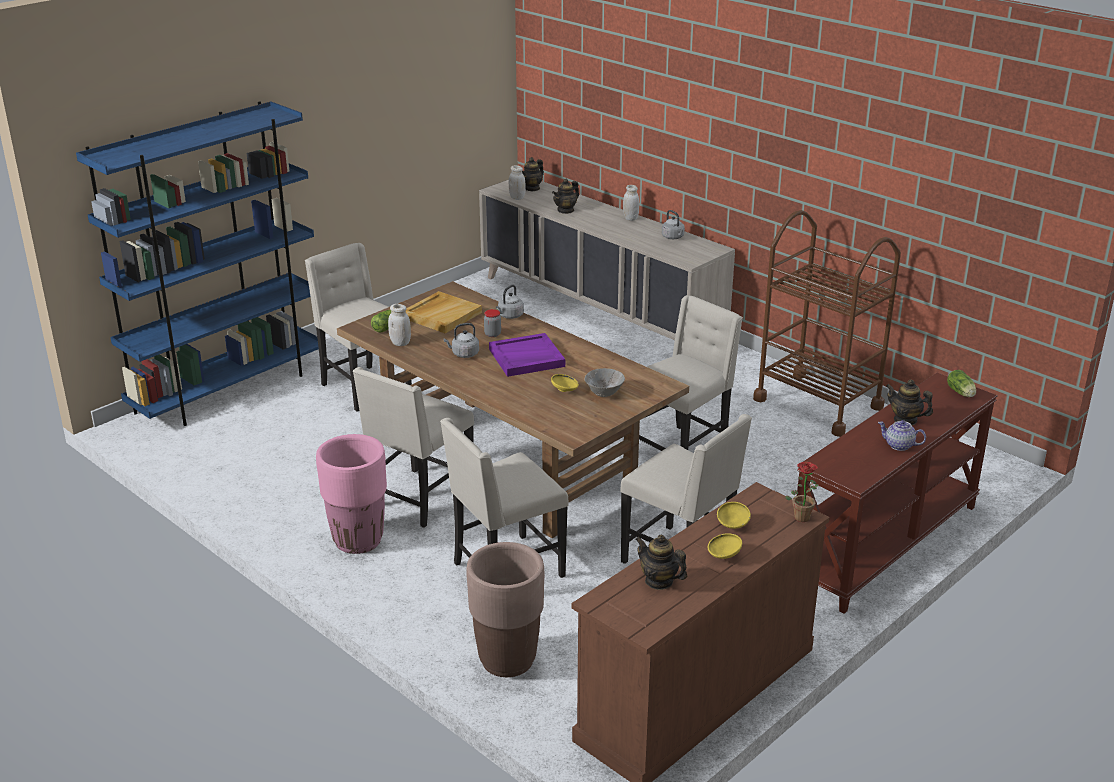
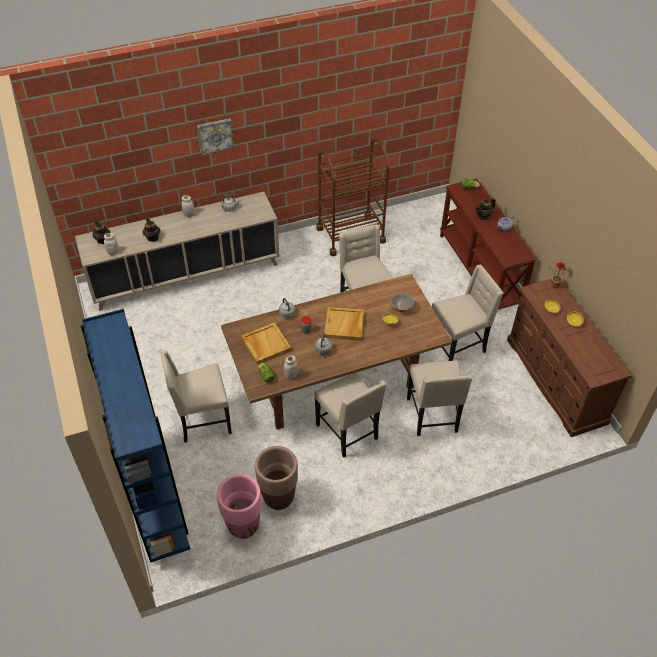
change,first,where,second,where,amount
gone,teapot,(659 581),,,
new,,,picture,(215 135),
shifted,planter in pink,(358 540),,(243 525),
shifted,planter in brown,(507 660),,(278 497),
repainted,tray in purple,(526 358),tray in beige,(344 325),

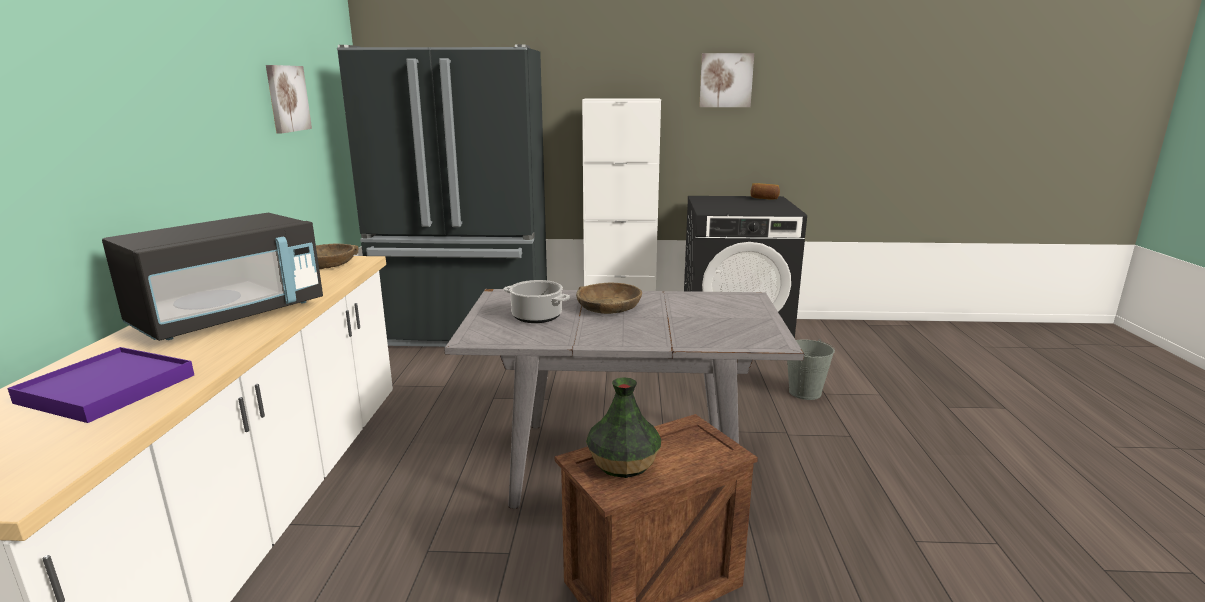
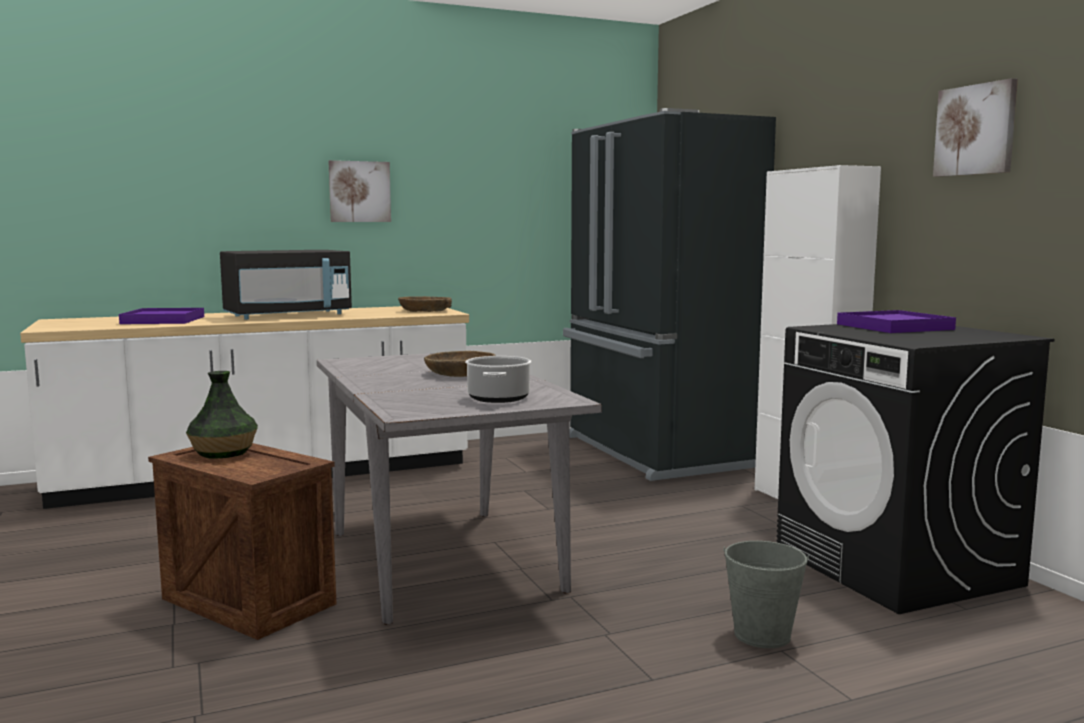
change,first,where,second,where,amount
gone,bread,(764 198),,,
new,,,tray in purple,(894 327),
shifted,picture,(287 98),,(359 191),
shifted,cooking pot,(537 316),,(499 398),
rotated,microwave in black,(230 317),,(288 315),45 degrees counterclockwise

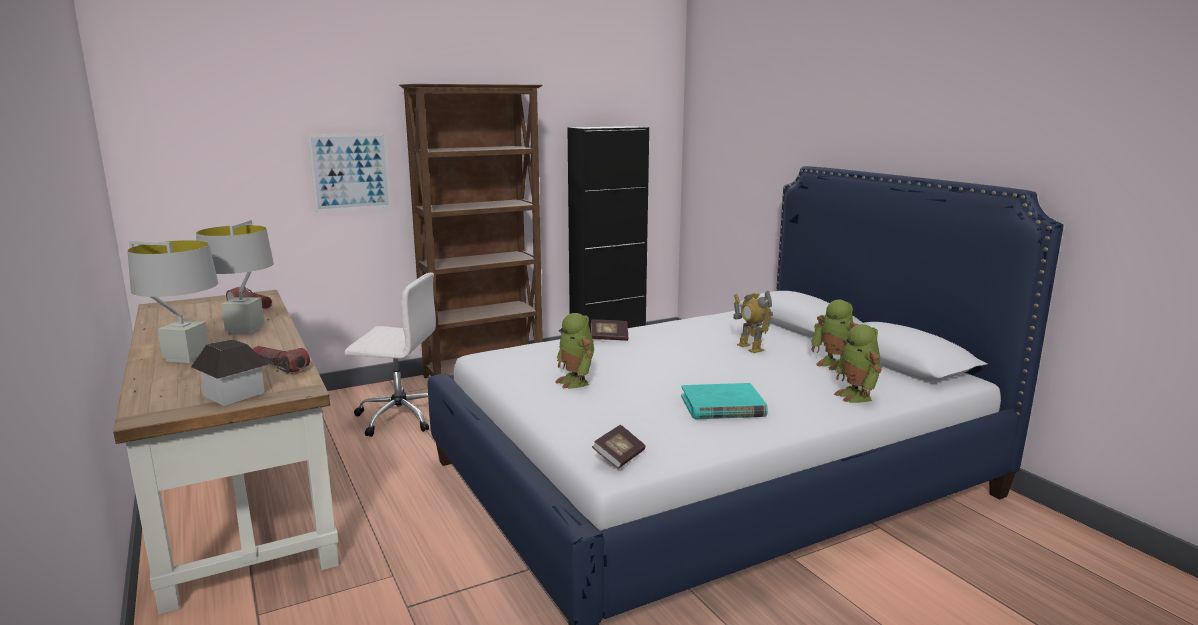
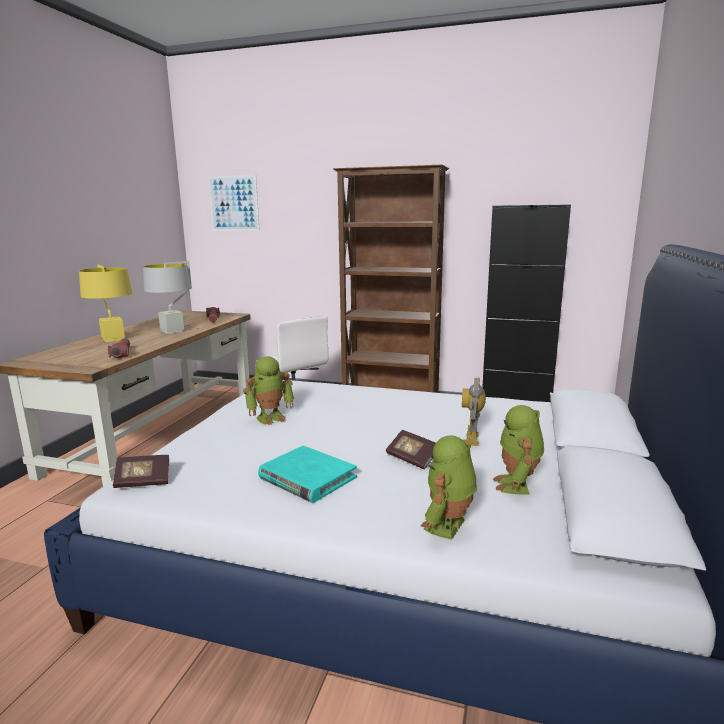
change,first,where,second,where,amount
gone,toy house,(234 394),,,
shifted,picture,(350 172),,(234 203),
shifted,book,(609 338),,(412 458),
repainted,table lamp in grey,(186 357),table lamp in yellow,(113 339),
rotated,toy robot,(576 382),,(270 417),135 degrees counterclockwise

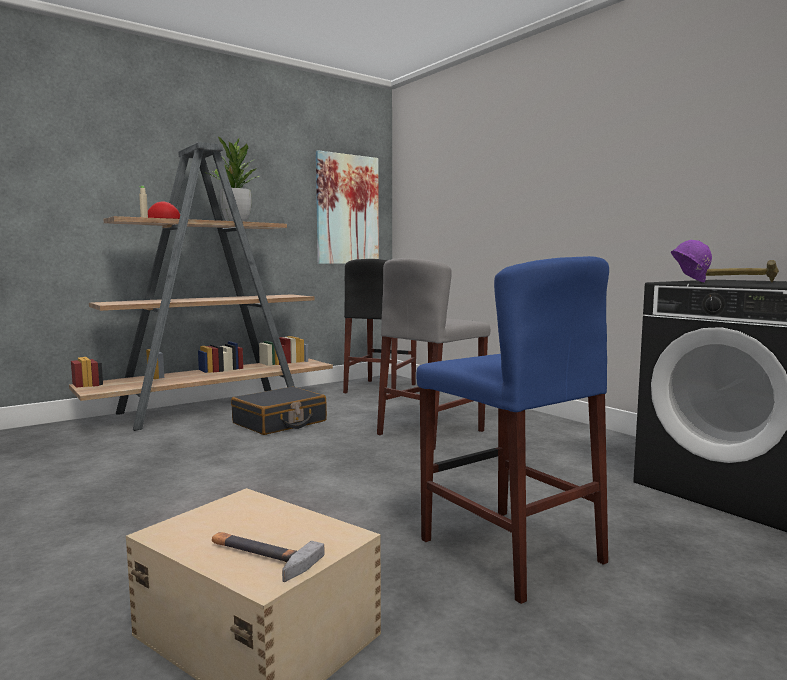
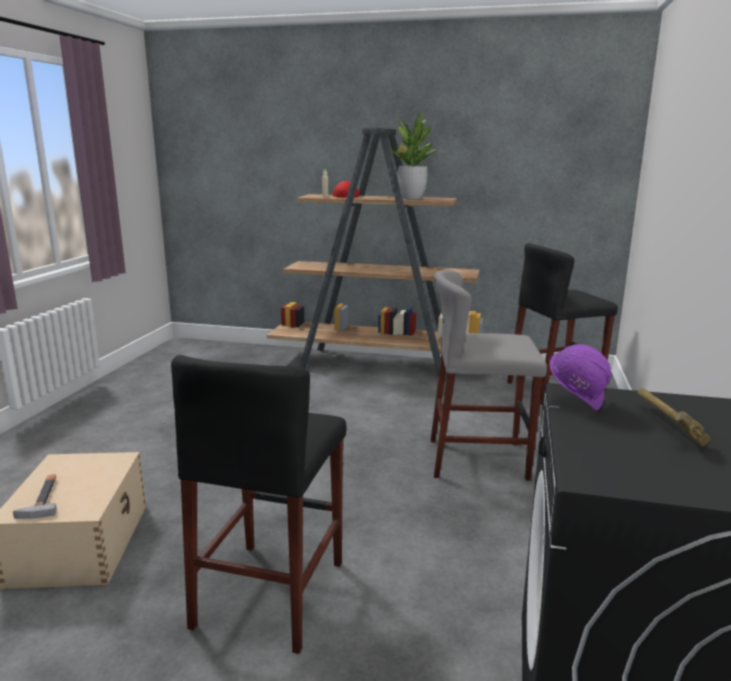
change,first,where,second,where,amount
gone,suitcase in black,(280 423),,,
gone,picture,(347 209),,,
repainted,stool in blue,(510 550),stool in black,(270 593),

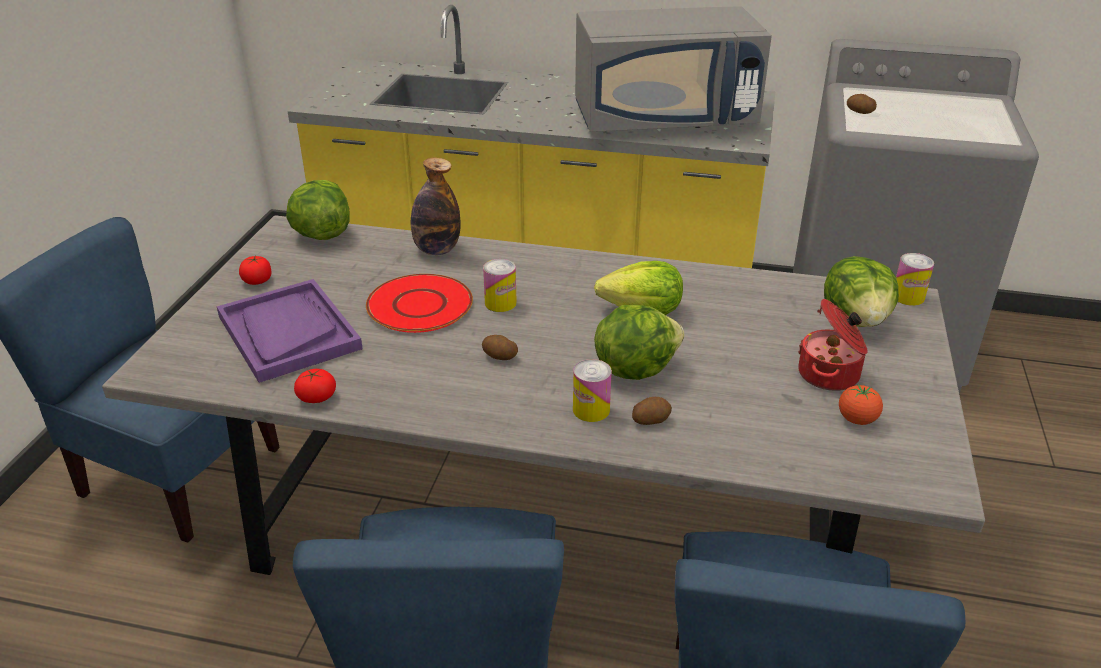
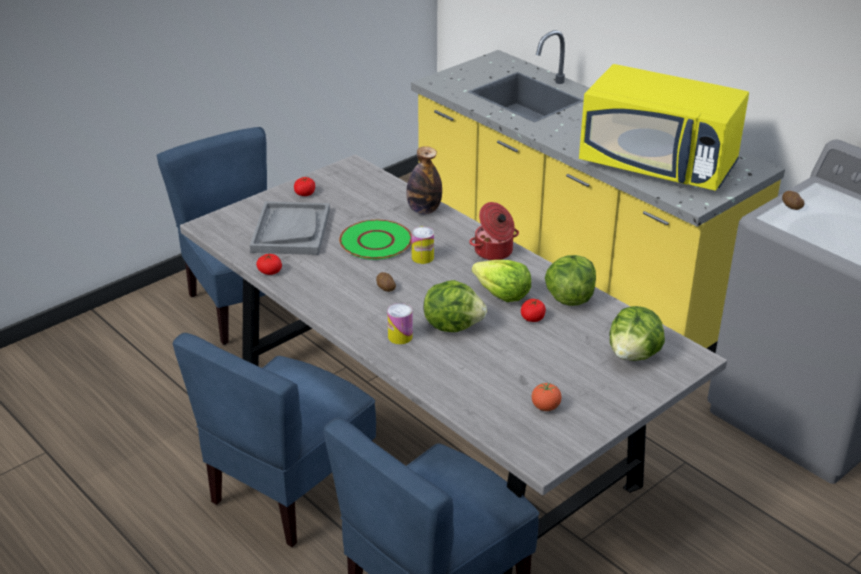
change,first,where,second,where,amount
gone,potato,(650 420),,,
gone,can,(908 297),,,
new,,,tomato,(532 318),
shifted,lettuce,(321 235),,(569 298),
shifted,cooking pot,(830 375),,(494 252),
repainted,tray in purple,(288 332),tray in grey,(291 230),
repainted,plate in red,(420 305),plate in green,(376 241),
repainted,microwave in grey,(665 119),microwave in yellow,(659 165),

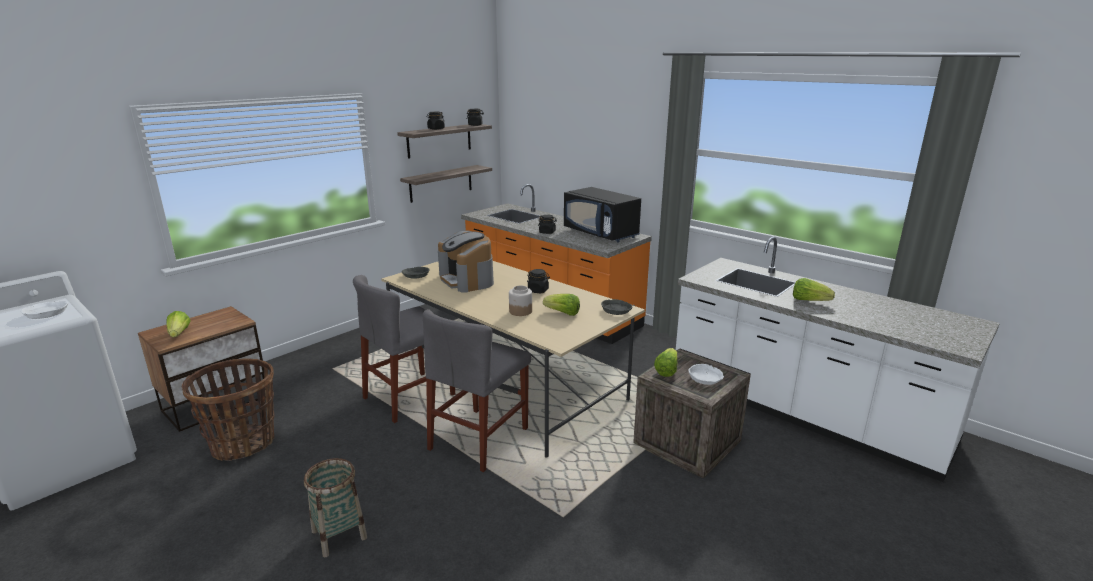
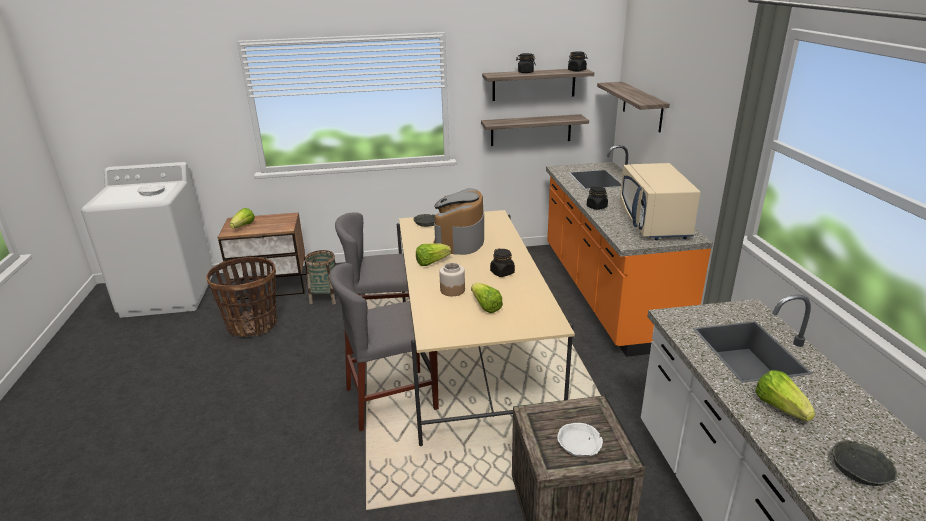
change,first,where,second,where,amount
new,,,shelf,(642 106),
shifted,basket,(339 534),,(325 297),
shifted,bowl in grey,(616 310),,(862 470),
shifted,lettuce,(666 370),,(431 262),
repainted,microwave in black,(601 233),microwave in beige,(654 223),

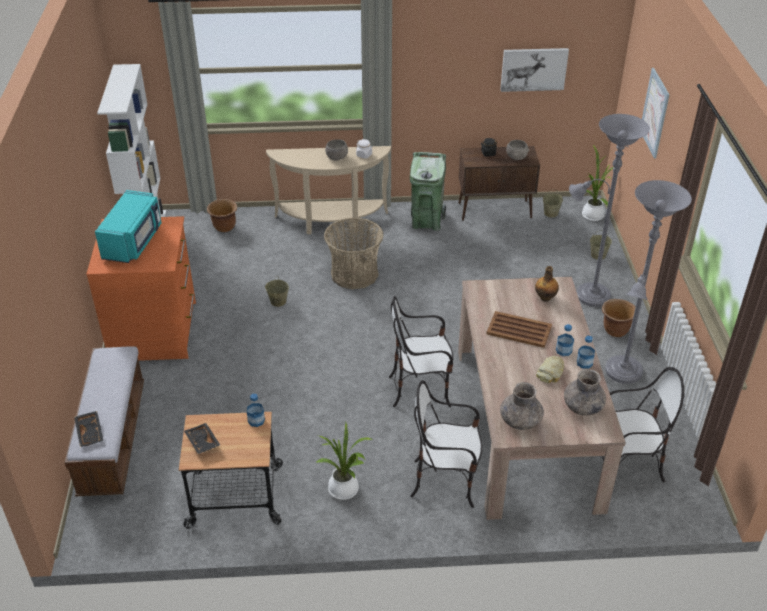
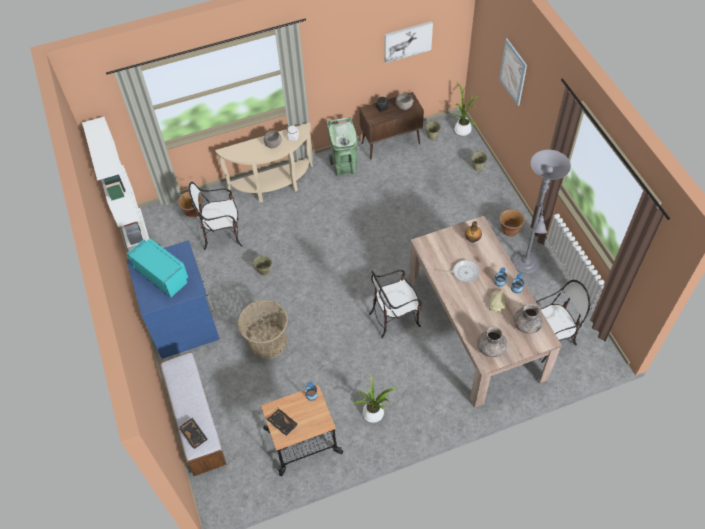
change,first,where,second,where,amount
gone,floor lamp in grey,(588 294),,,
shifted,basket,(354 274),,(267 341),
shifted,chair,(445 481),,(222 235),
swapped,tray in brown,(518 330),frying pan,(464 272),
repainted,dresser in orange,(155 331),dresser in blue,(184 322),
rotated,microwave in turquoise,(133 242),,(162 275),45 degrees counterclockwise

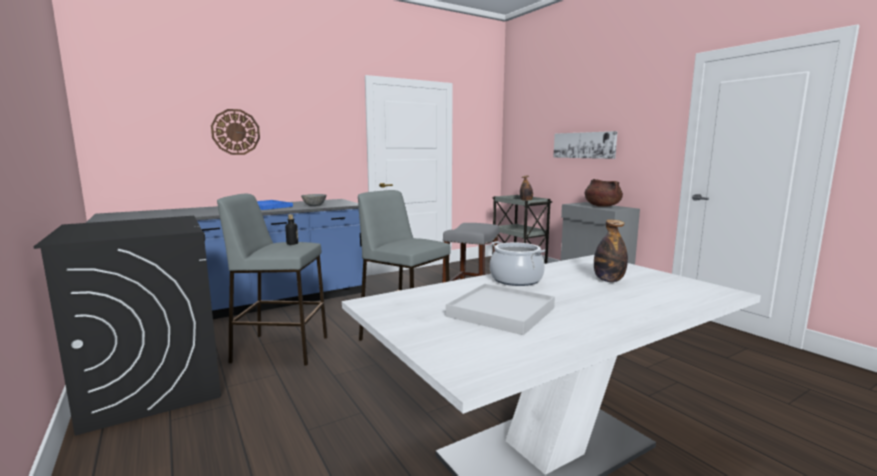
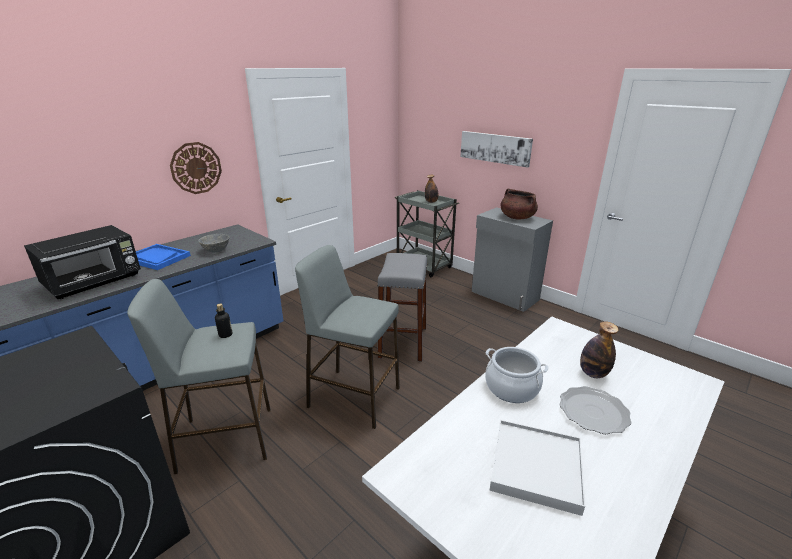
change,first,where,second,where,amount
new,,,microwave in black,(95 282),
new,,,plate,(594 412),
shifted,wall clock,(235 132),,(196 168),

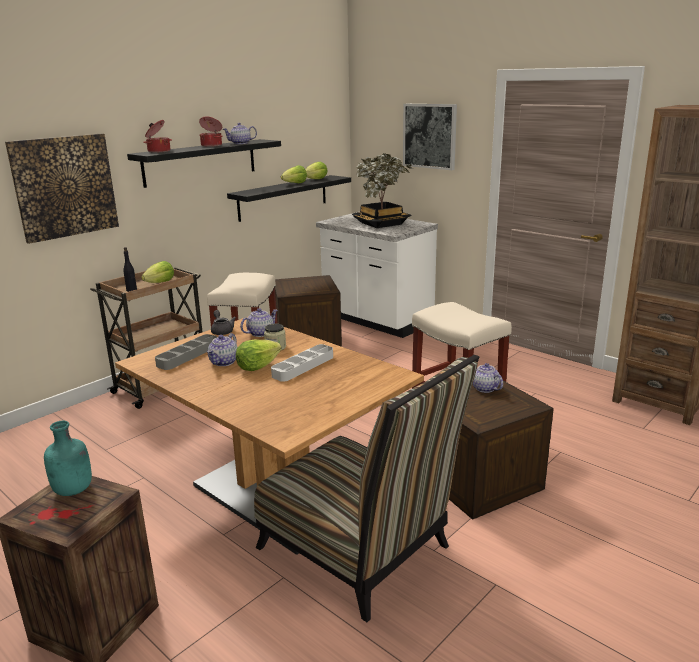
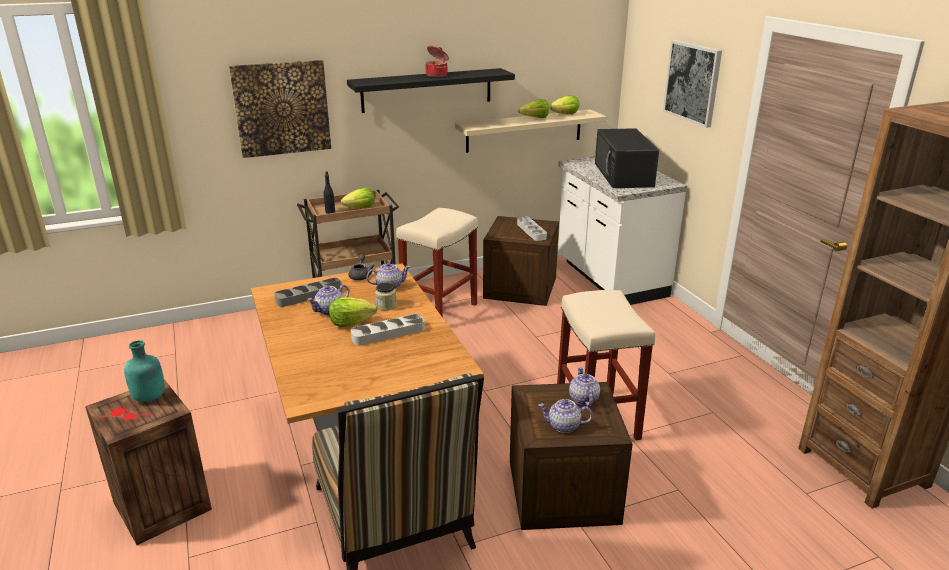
change,first,where,second,where,amount
gone,cooking pot,(158 151),,,
new,,,tray in grey,(531 231),
shifted,teapot,(240 143),,(563 426),
swapped,potted plant,(381 223),microwave in black,(624 175),
repainted,shelf in black,(283 197),shelf in beige,(524 131),

